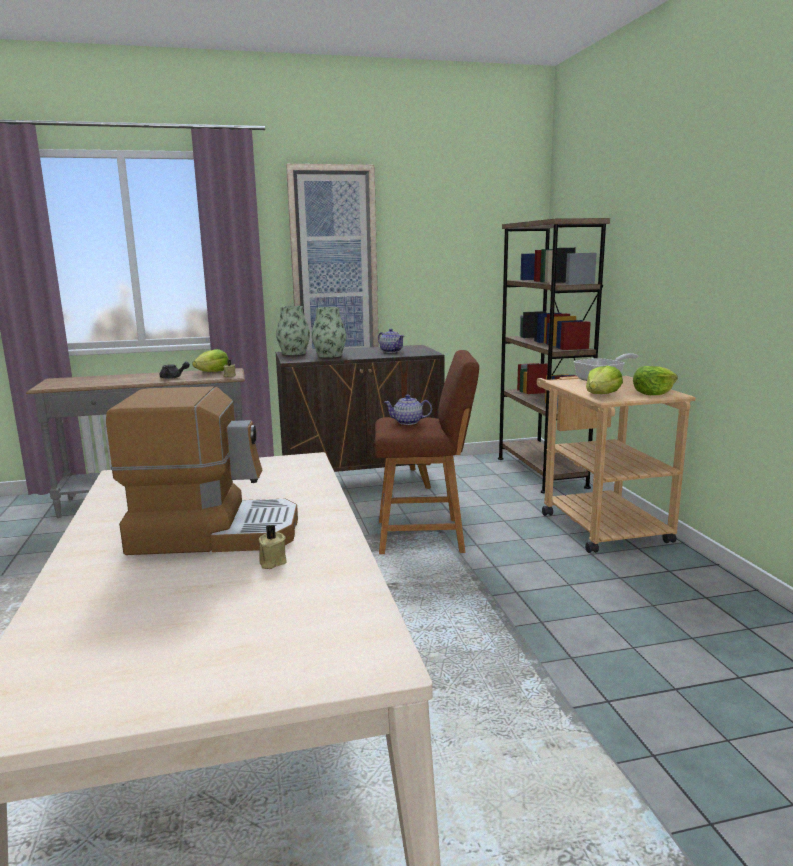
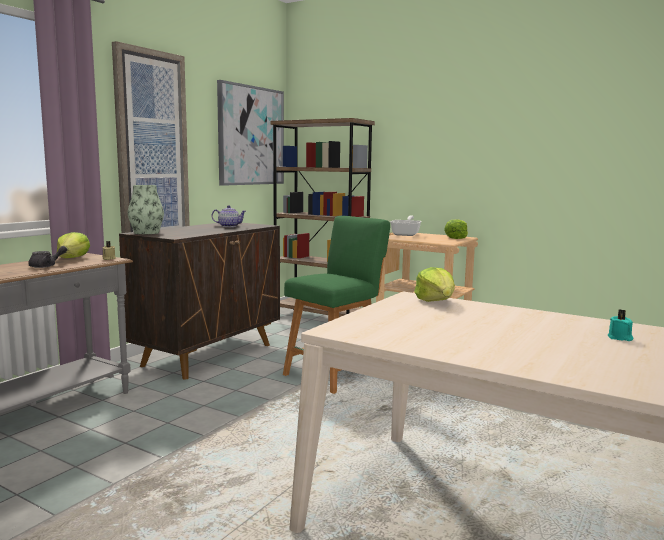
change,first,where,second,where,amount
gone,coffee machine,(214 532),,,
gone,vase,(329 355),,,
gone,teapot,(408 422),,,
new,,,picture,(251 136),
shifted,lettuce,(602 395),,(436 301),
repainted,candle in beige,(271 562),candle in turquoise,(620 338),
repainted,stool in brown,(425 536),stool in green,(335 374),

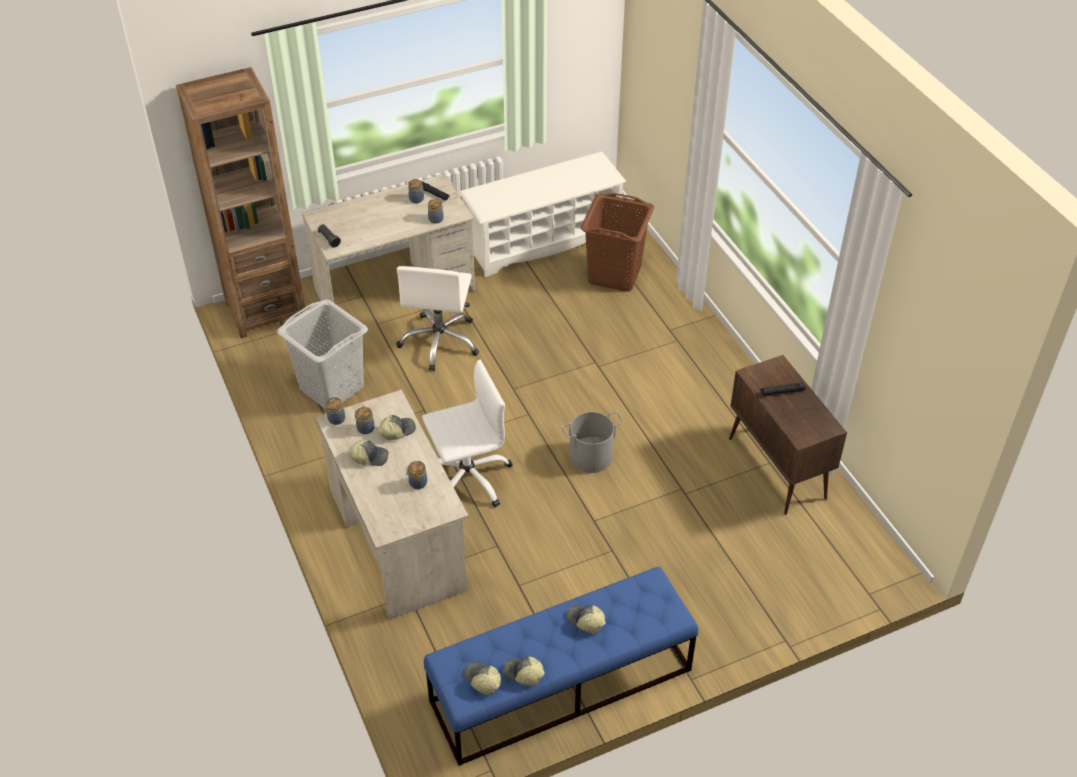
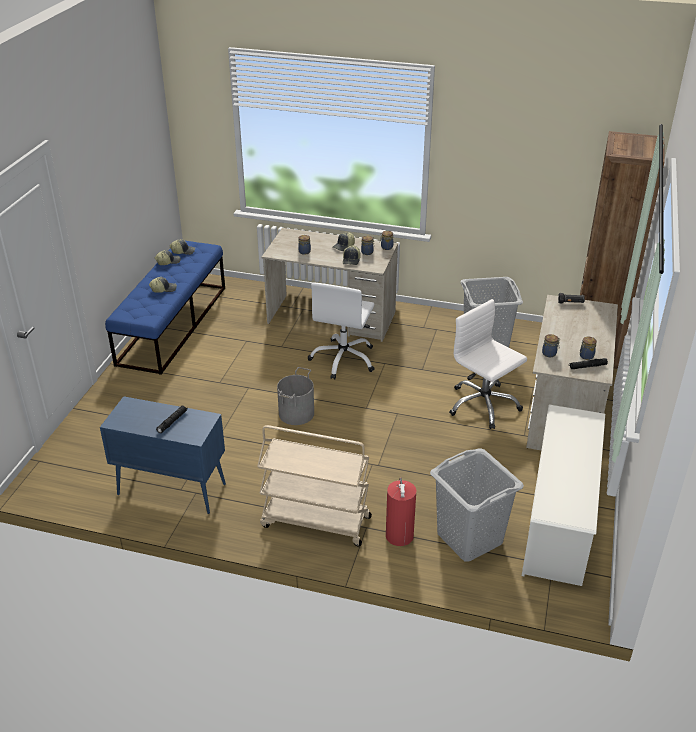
change,first,where,second,where,amount
new,,,cart in beige,(315 522),
new,,,fire extinguisher,(399 534),
repainted,laundry basket in brown,(615 274),laundry basket in grey,(469 538),
repainted,cabinet in brown,(777 469),cabinet in blue,(170 489),

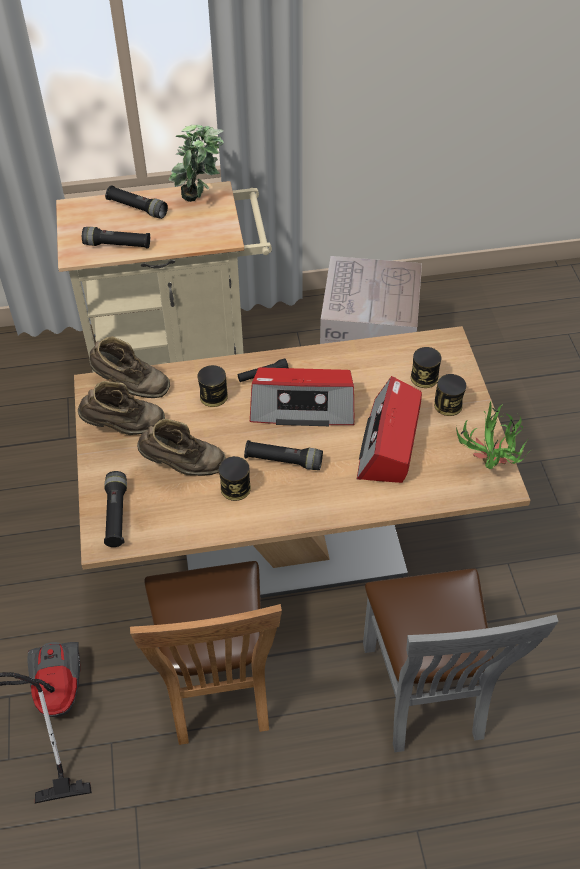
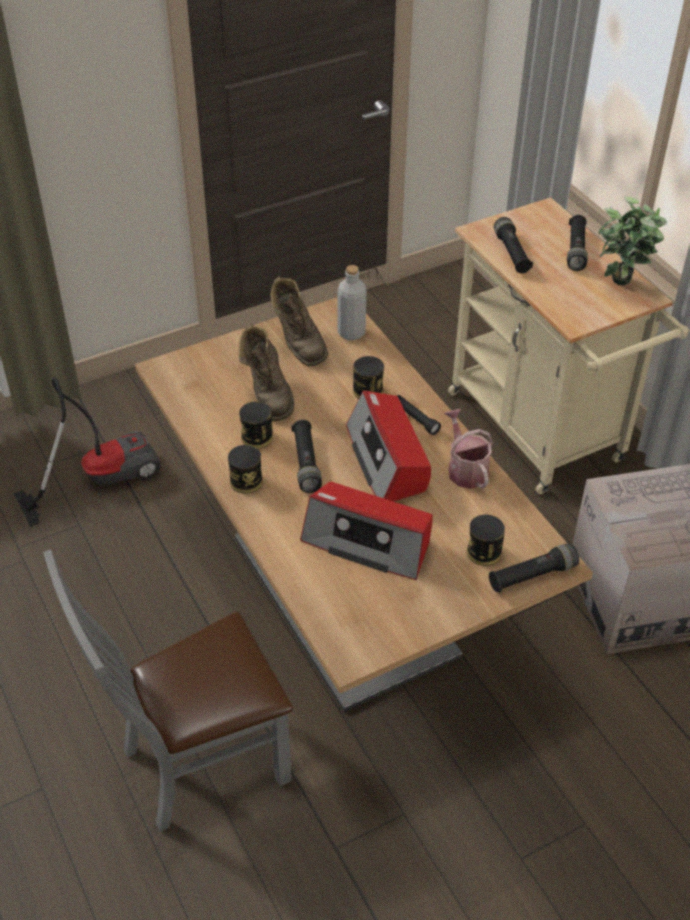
change,first,where,second,where,amount
gone,chair in brown,(217 690),,,
gone,potted plant,(487 469),,,
new,,,watering can,(465 469),
shifted,flashlight in black,(116 515),,(532 576),
shifted,can,(448 405),,(246 481),
swapped,boot in brown,(130 387),bottle in grey,(351 332),
rotated,radio,(389 443),,(368 541),150 degrees counterclockwise

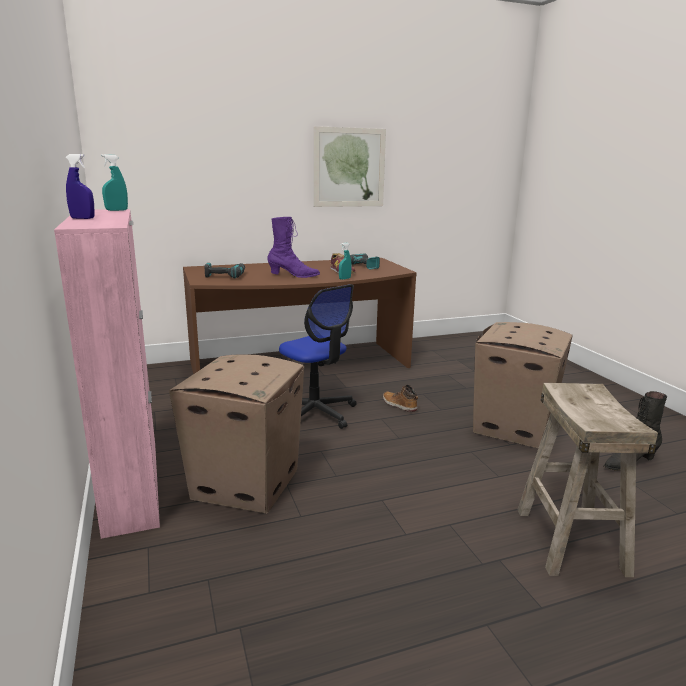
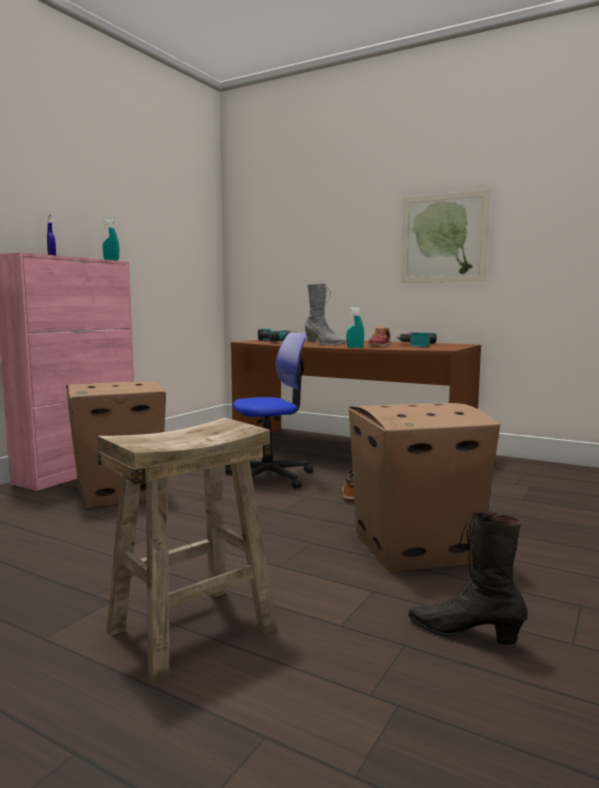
change,first,where,second,where,amount
repainted,boot in purple,(293 276),boot in grey,(324 344),
rotated,office chair,(316 413),,(269 477),120 degrees counterclockwise

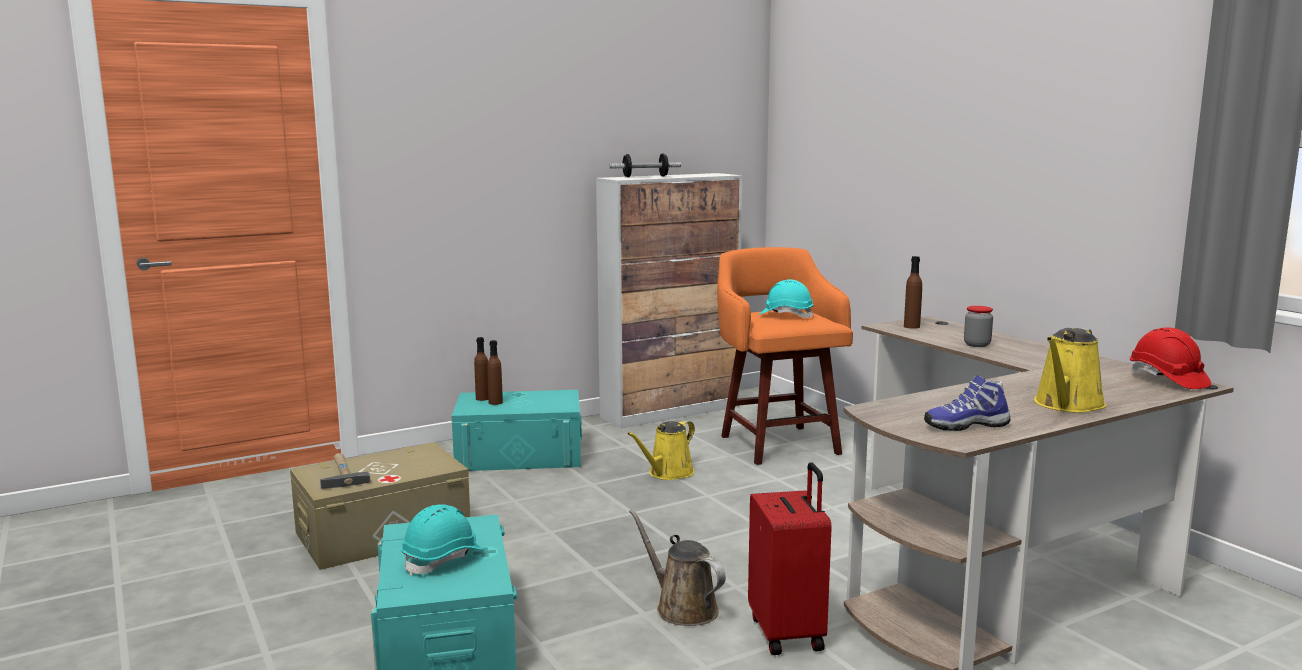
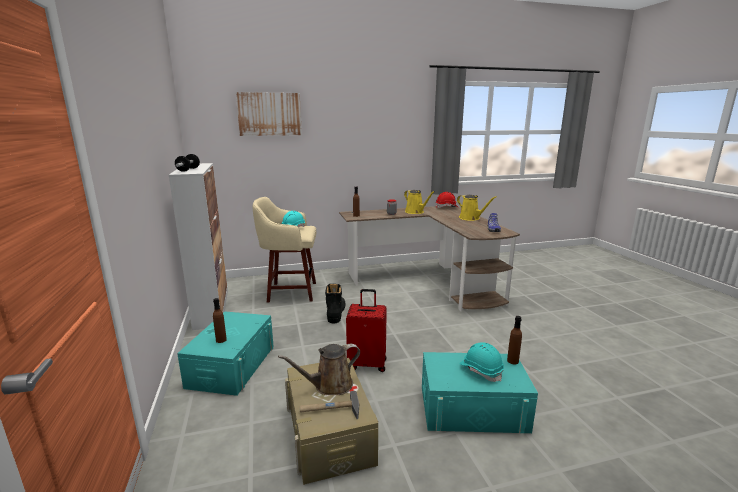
change,first,where,second,where,amount
new,,,picture,(269 114),
new,,,boot in black,(336 313),
shifted,bottle in brown,(482 398),,(512 361),
shifted,watering can in yellow,(668 473),,(415 212),
shifted,watering can in brown,(682 608),,(330 385),
shifted,suitcase in red,(788 633),,(367 363),
repainted,stool in orange,(777 443),stool in beige,(290 292),

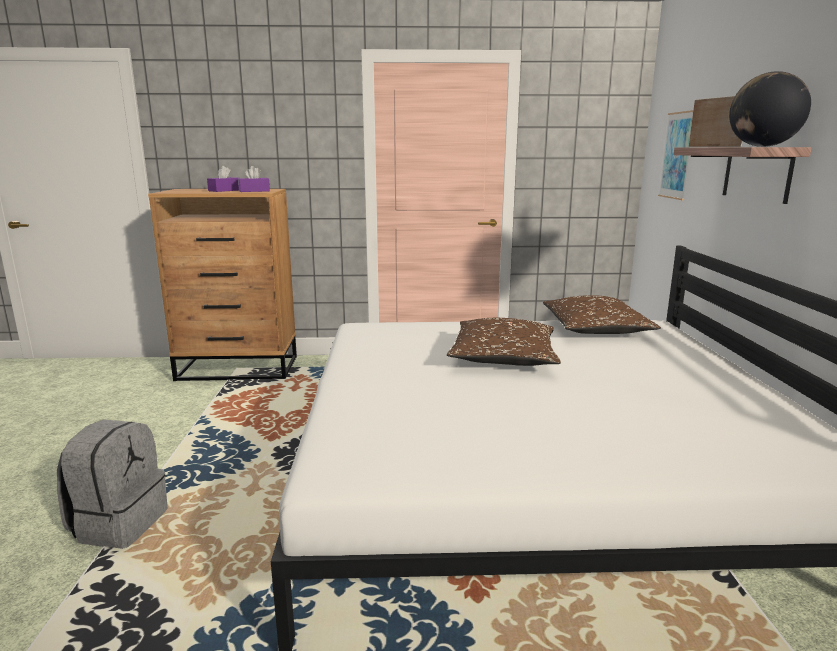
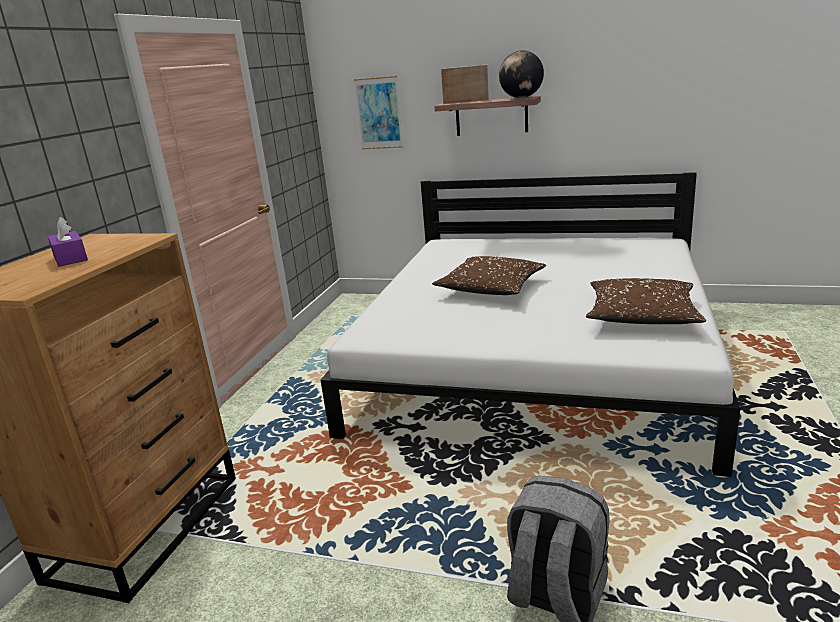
change,first,where,second,where,amount
gone,tissue box in purple,(254 191),,,
shifted,pillow in brown,(595 329),,(641 316),

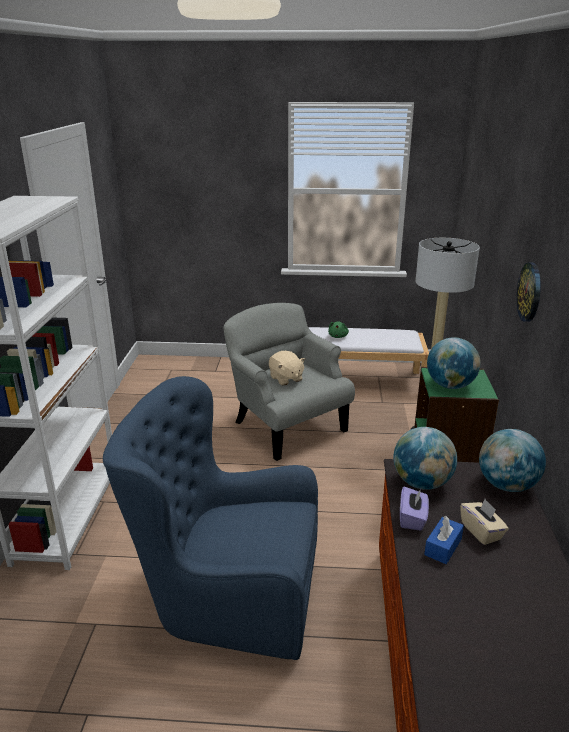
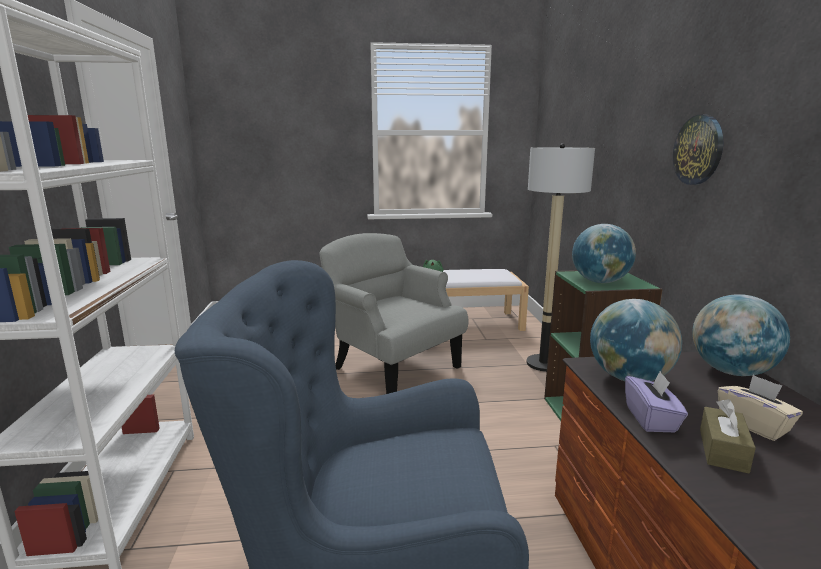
change,first,where,second,where,amount
gone,plush toy in beige,(286 378),,,
repainted,tissue box in blue,(443 547),tissue box in brown,(723 450),

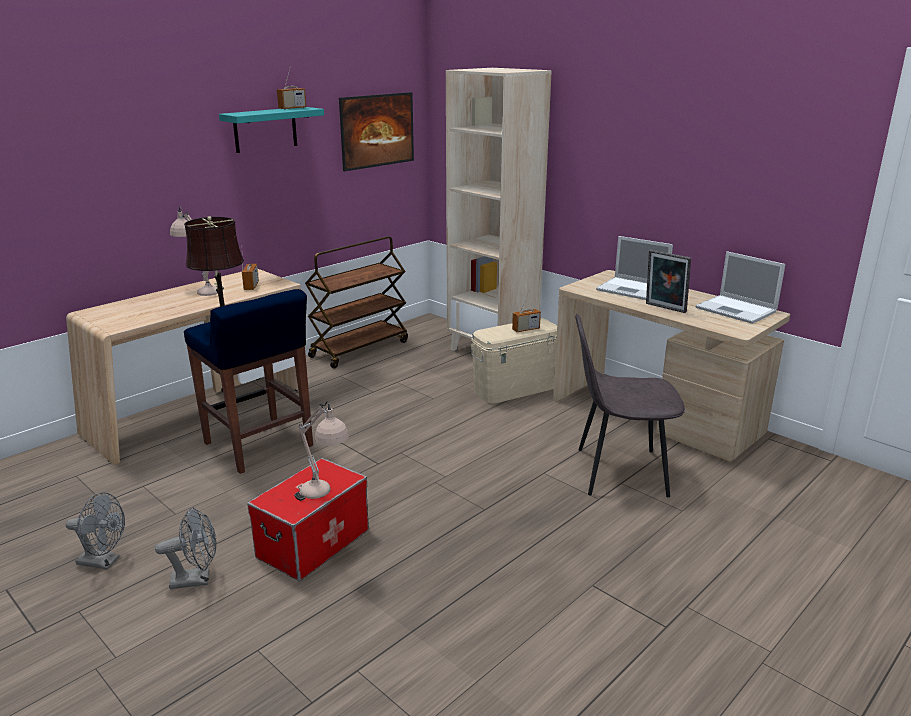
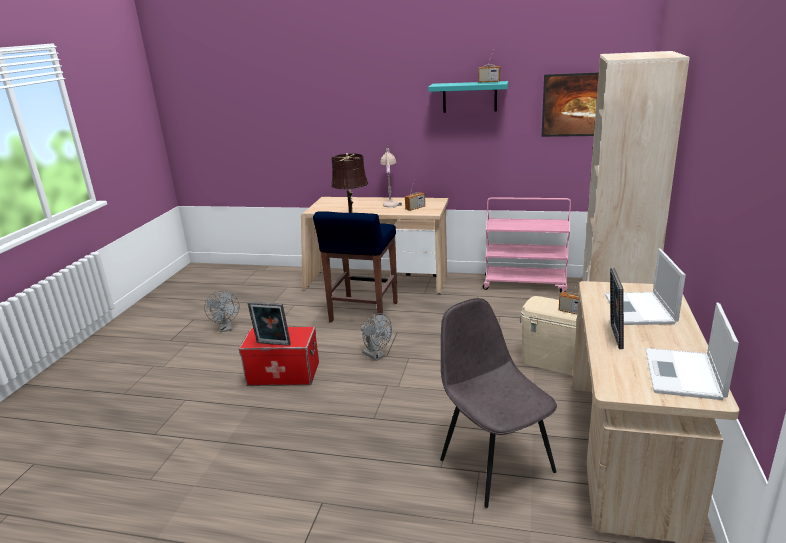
change,first,where,second,where,amount
shifted,fan in grey,(197 579),,(376 356),
swapped,table lamp in beige,(324 497),picture frame,(272 344),
repainted,cart in brown,(359 349),cart in pink,(525 284),

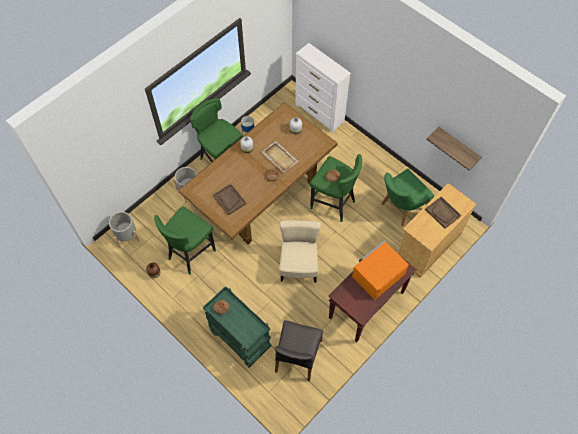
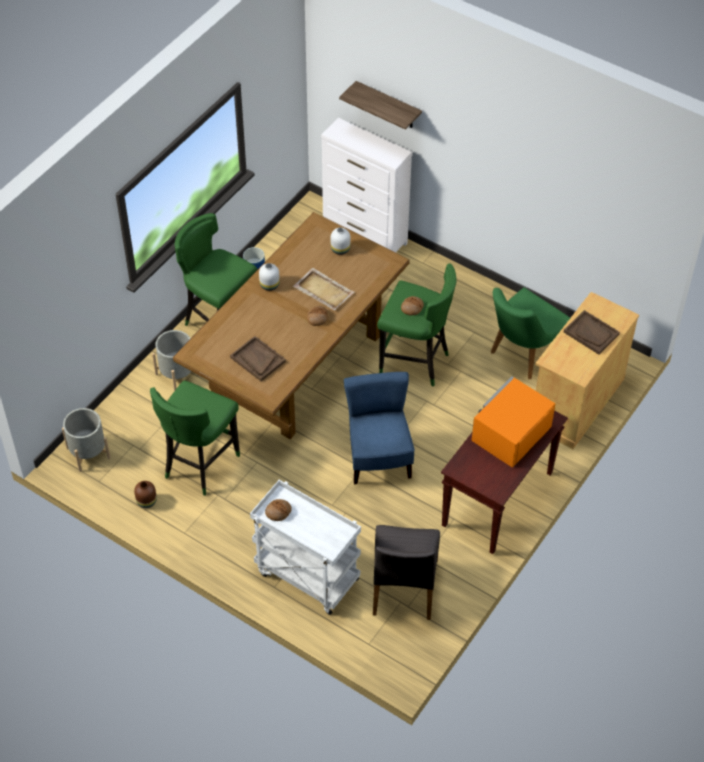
change,first,where,second,where,amount
shifted,shelf,(458 146),,(388 106),
repainted,cart in green,(239 339),cart in white,(306 576),
repainted,chair in beige,(298 265),chair in blue,(378 458),

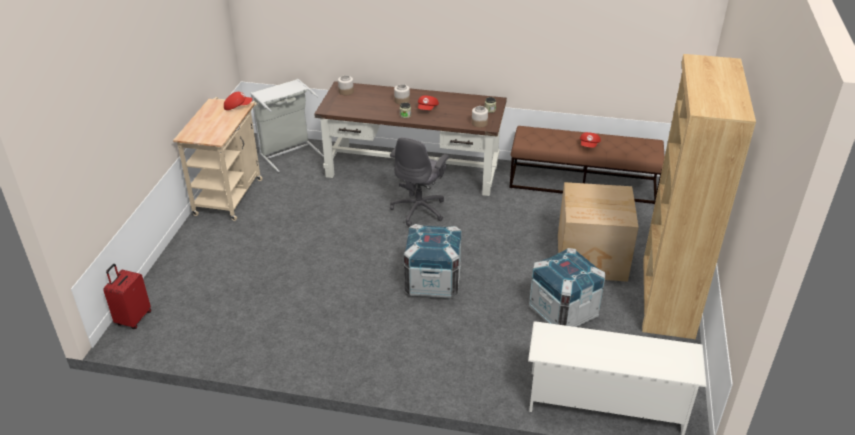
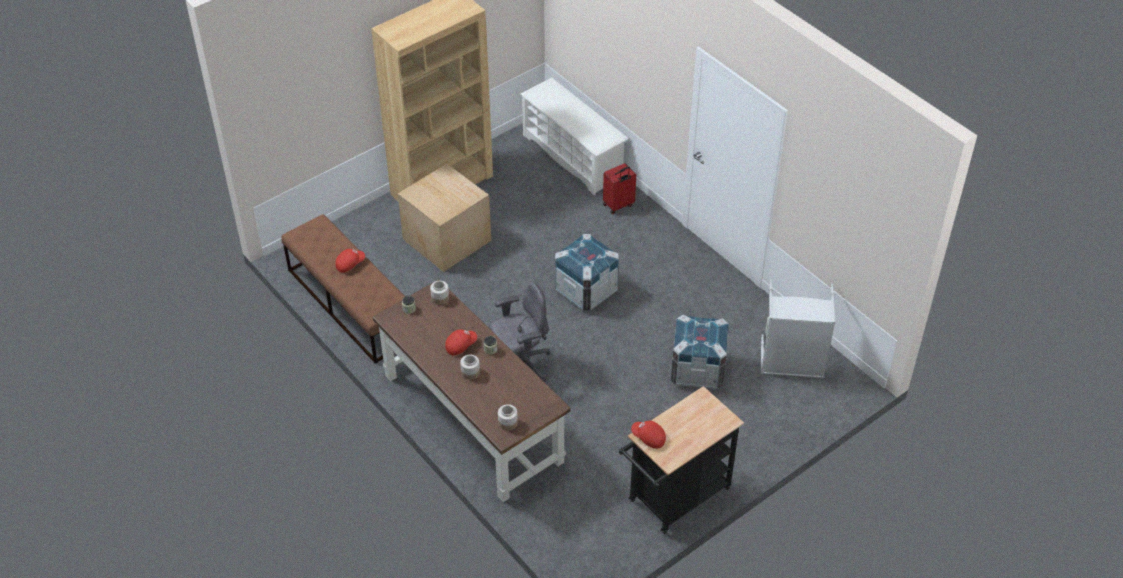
change,first,where,second,where,amount
shifted,suitcase in red,(133 318),,(618 205),
shifted,laundry basket in grey,(288 152),,(791 363),
shifted,crate,(563 311),,(697 370),
repainted,cart in beige,(230 194),cart in black,(674 499),

